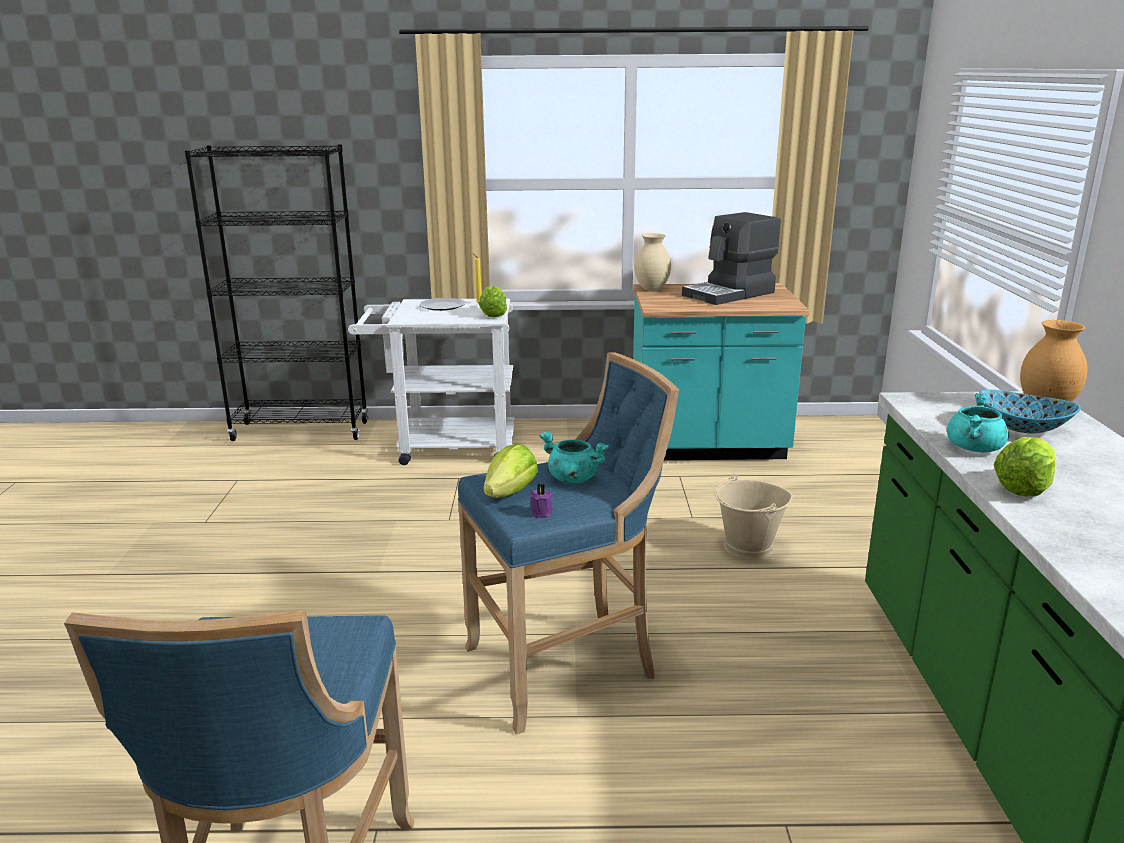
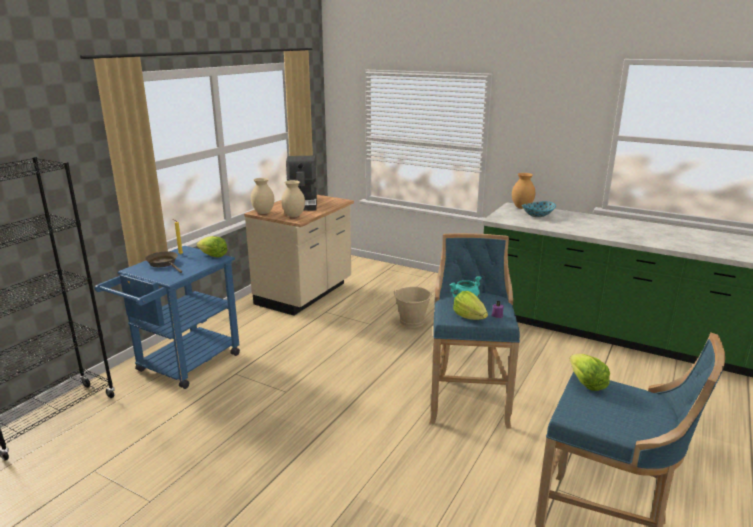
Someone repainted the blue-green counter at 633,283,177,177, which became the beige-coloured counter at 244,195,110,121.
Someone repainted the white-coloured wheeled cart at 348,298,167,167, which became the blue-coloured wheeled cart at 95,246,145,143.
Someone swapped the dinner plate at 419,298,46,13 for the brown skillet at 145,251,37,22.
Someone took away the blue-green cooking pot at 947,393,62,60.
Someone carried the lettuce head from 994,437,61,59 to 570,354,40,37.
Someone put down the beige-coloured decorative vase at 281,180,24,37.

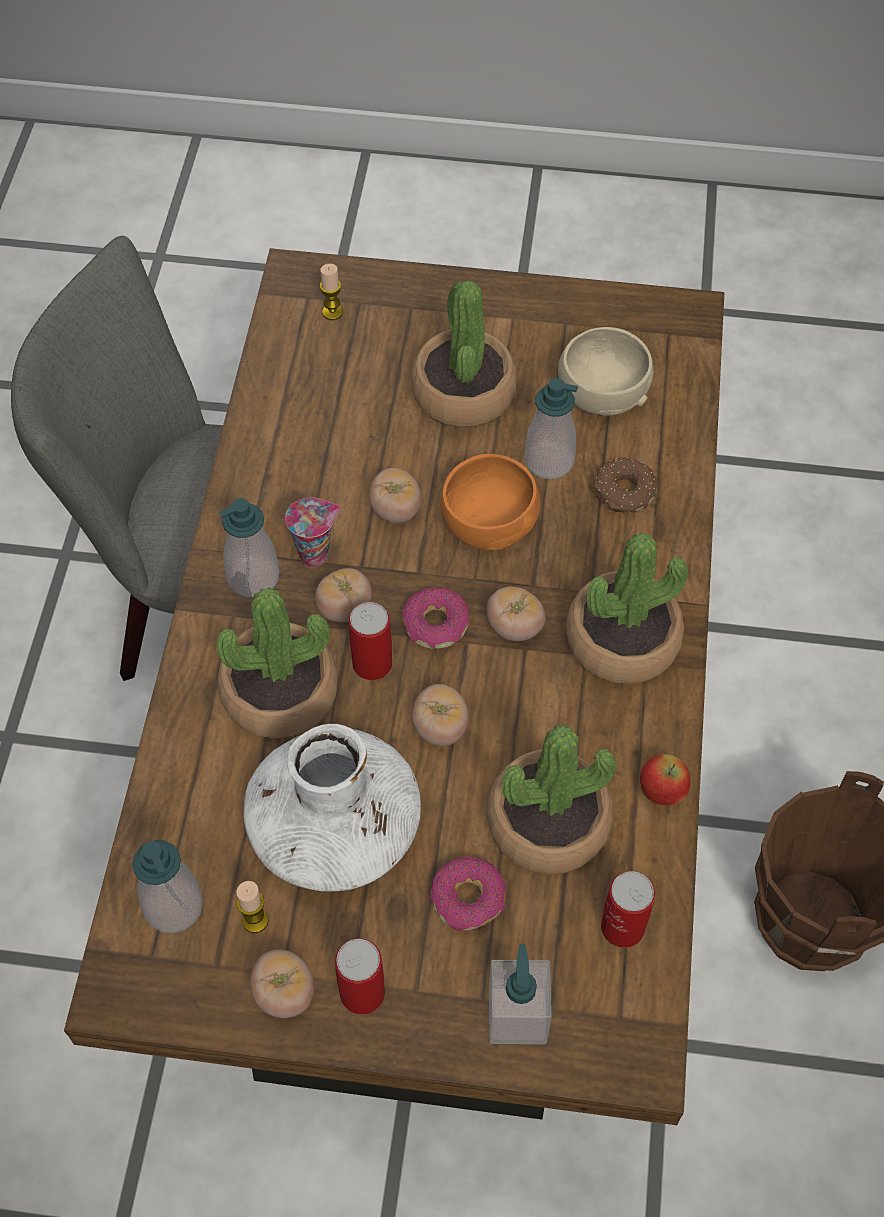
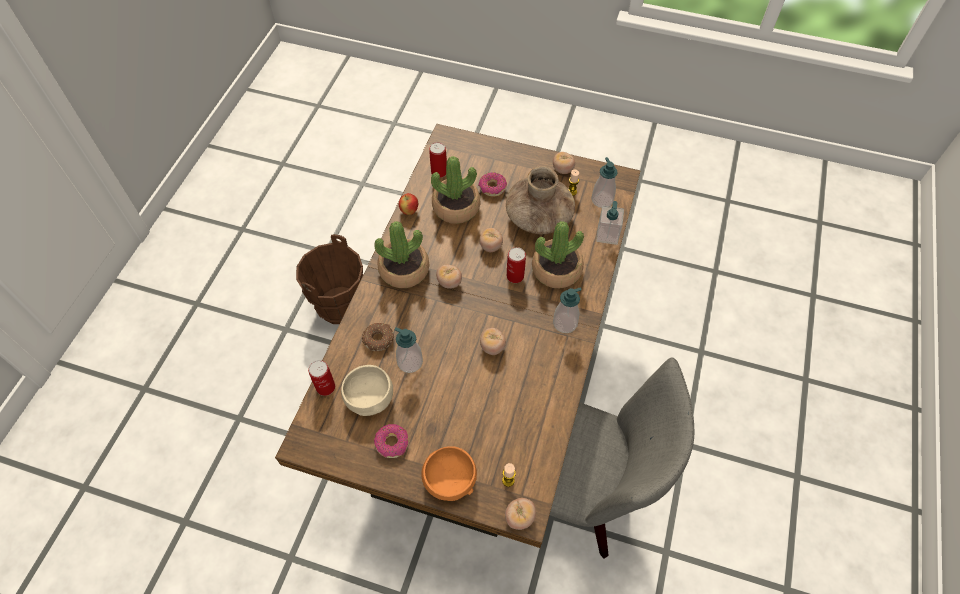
Someone took away the potted plant at 411,281,106,147.
Someone carried the orange-coloured deep dish from 440,454,101,97 to 422,446,55,55.
Someone took away the small cup at 285,497,55,71.
Someone carried the tomato from 315,568,57,54 to 505,498,31,32.
Someone carried the ring doughnut from 402,587,67,62 to 374,424,34,34.
Someone repainted the white-coloured decorative vase at 244,724,177,167, which became the brown decorative vase at 506,166,69,68.
Someone carried the can from 335,939,50,76 to 308,360,27,36.
Someone carried the soap bottle from 489,944,63,100 to 596,201,28,44.

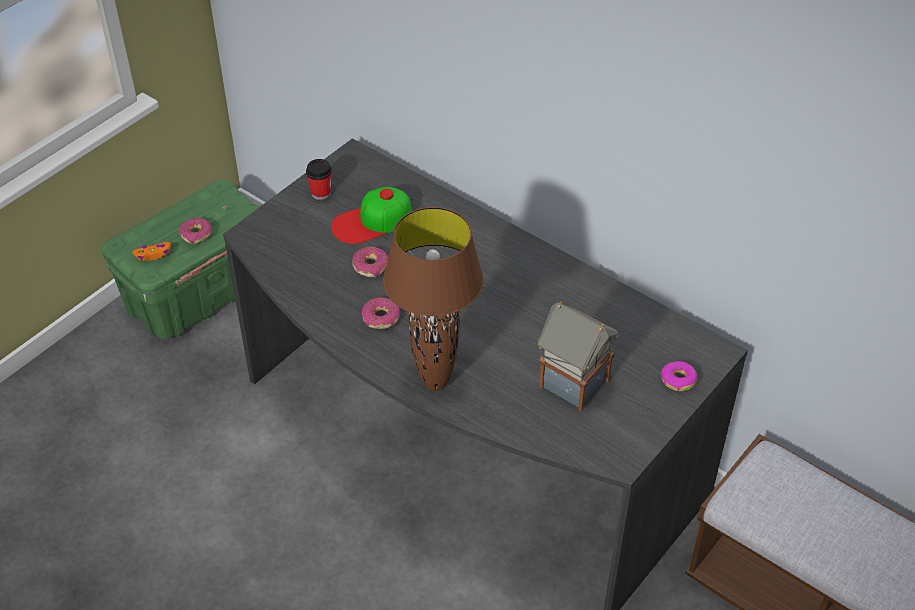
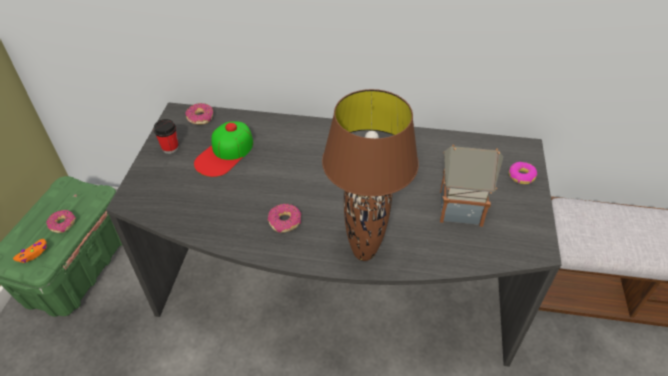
Someone carried the ring doughnut from 352,246,36,31 to 185,103,28,22.

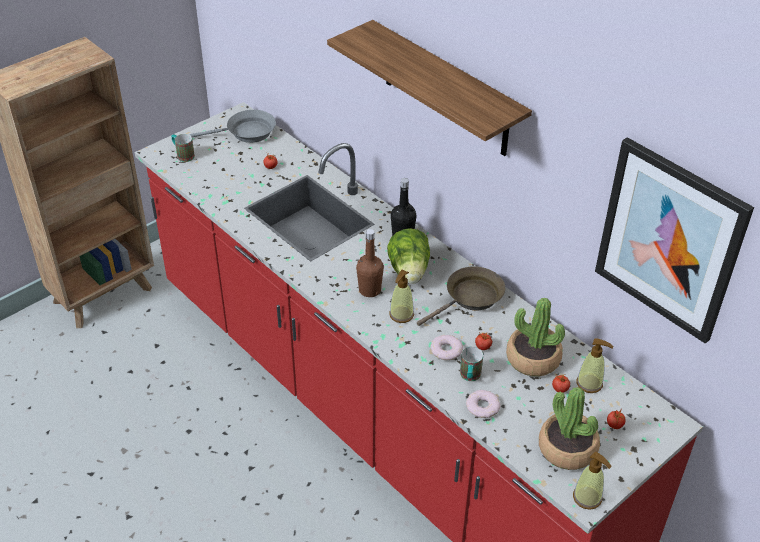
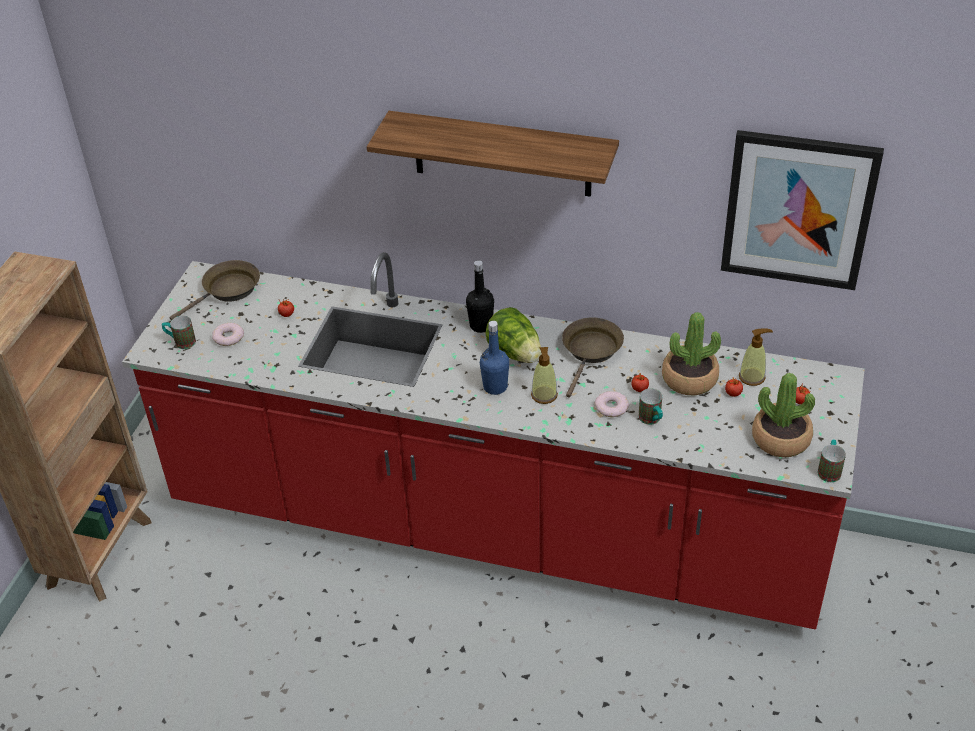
Someone repainted the gray skillet at 190,110,86,33, which became the brown skillet at 169,260,91,60.
Someone repainted the brown bottle at 356,229,28,68, which became the blue-coloured bottle at 480,321,29,74.
Someone carried the ring doughnut from 466,390,34,28 to 212,323,32,23.
Someone swapped the soap bottle at 573,451,39,59 for the tea mug at 818,439,28,43.

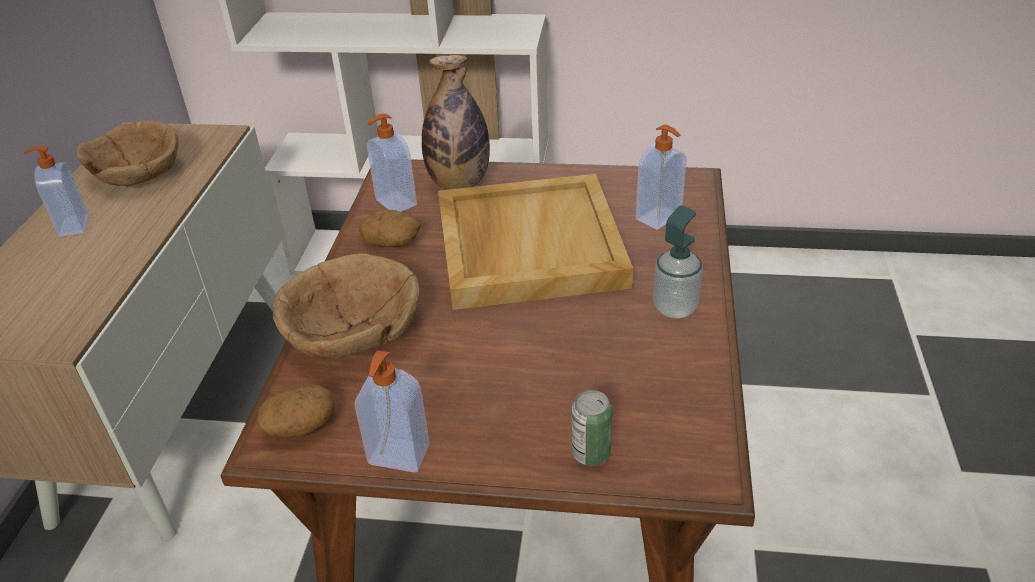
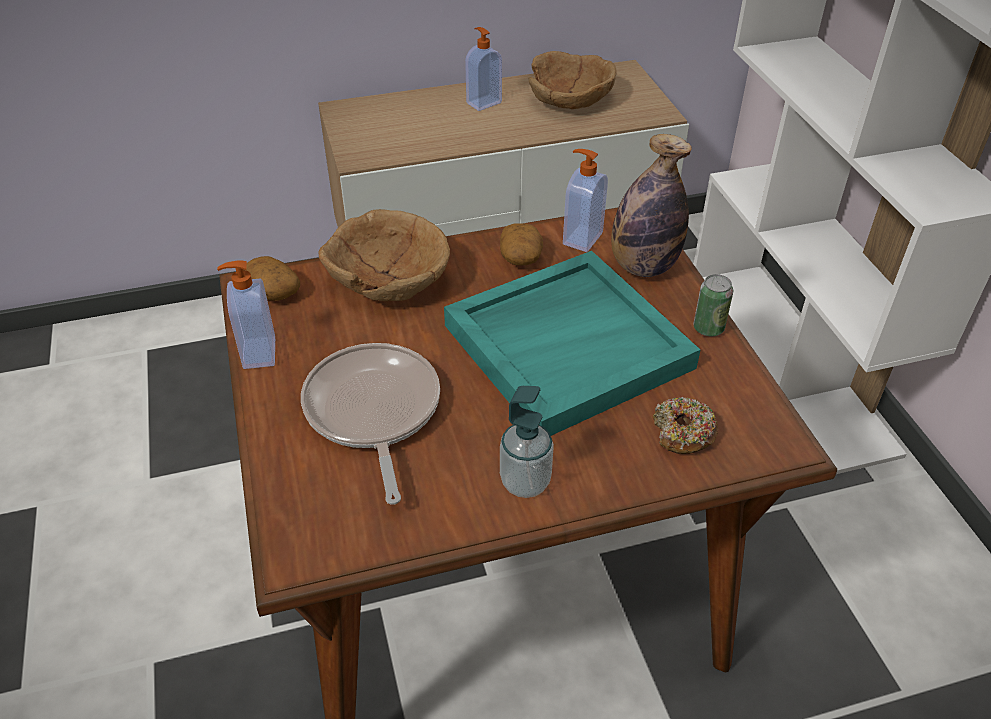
Someone swapped the soap bottle at 636,125,51,105 for the ring doughnut at 653,397,65,57.
Someone repainted the beige-coloured tray at 438,174,195,136, which became the blue-green tray at 444,251,256,185.
Someone carried the can from 571,390,41,76 to 693,274,40,63.
Someone put down the skillet at 301,343,139,162.

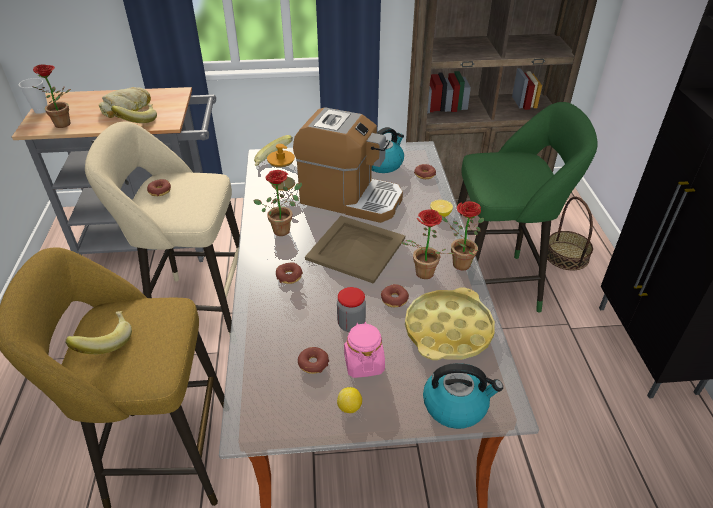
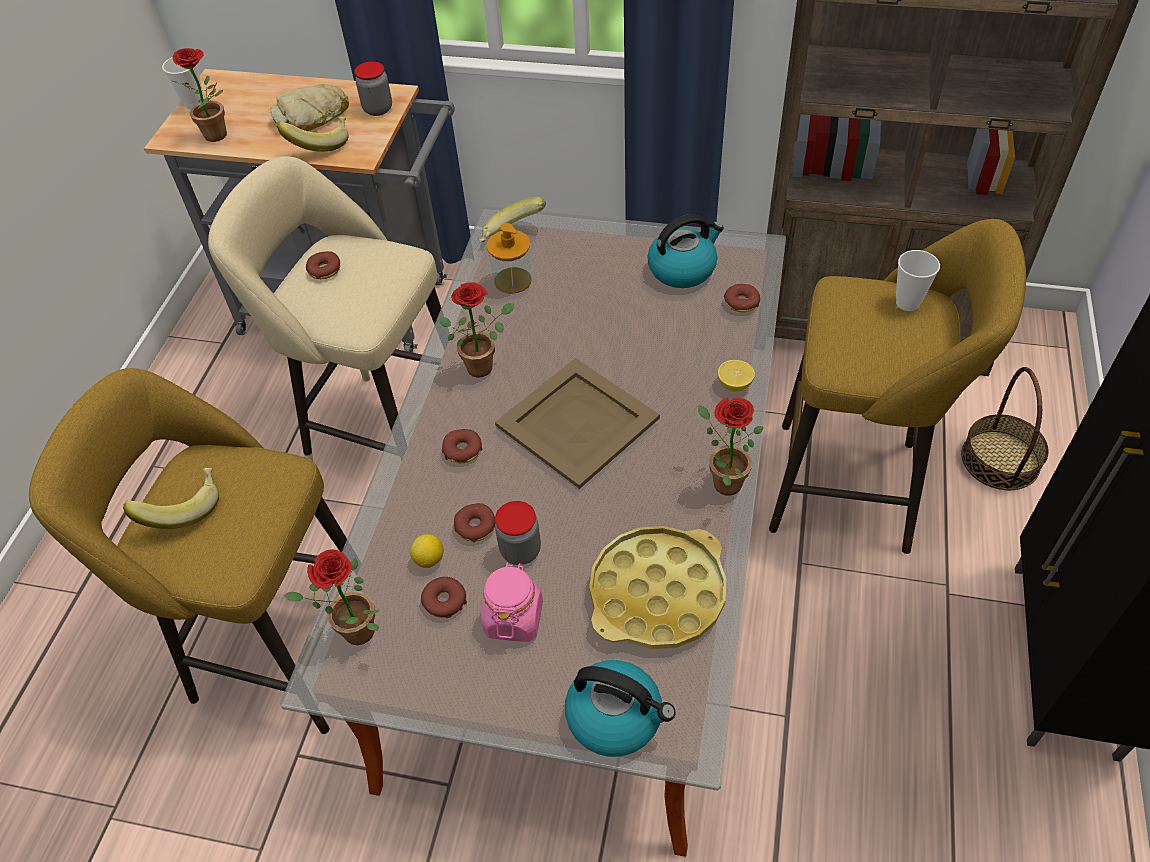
Someone repainted the green stool seat at 457,102,141,211, which became the yellowish stool seat at 769,219,257,335.
Someone took away the coffee maker at 293,107,110,116.
Someone carried the potted plant from 400,209,54,70 to 284,549,95,96.
Someone carried the ring doughnut from 381,284,28,23 to 454,503,41,39.
Someone carried the lemon from 337,387,25,26 to 410,534,34,34.
Someone put down the jar at 354,62,38,54.
Someone put down the small cup at 896,250,44,61.

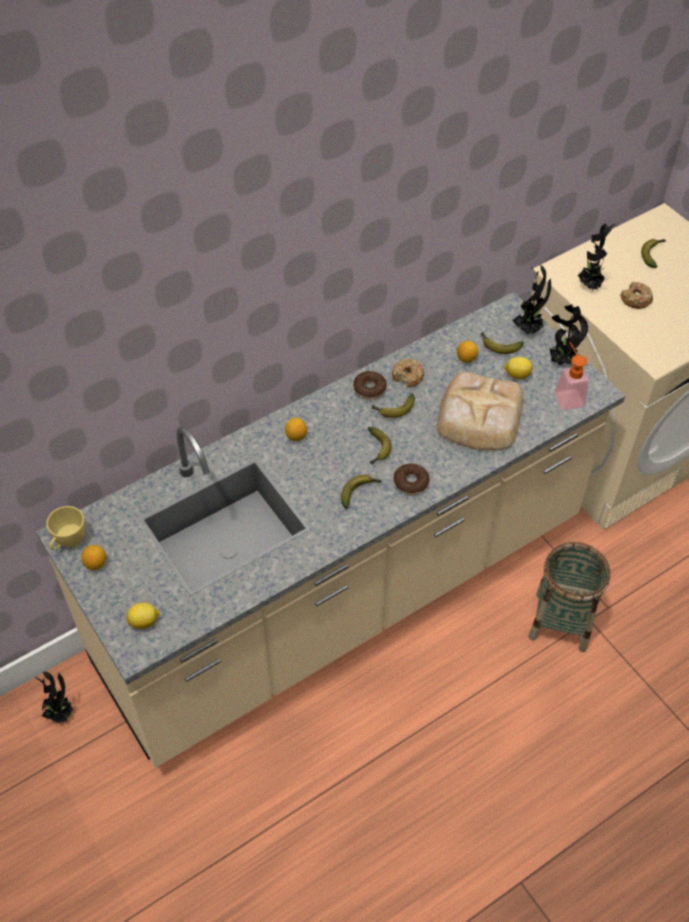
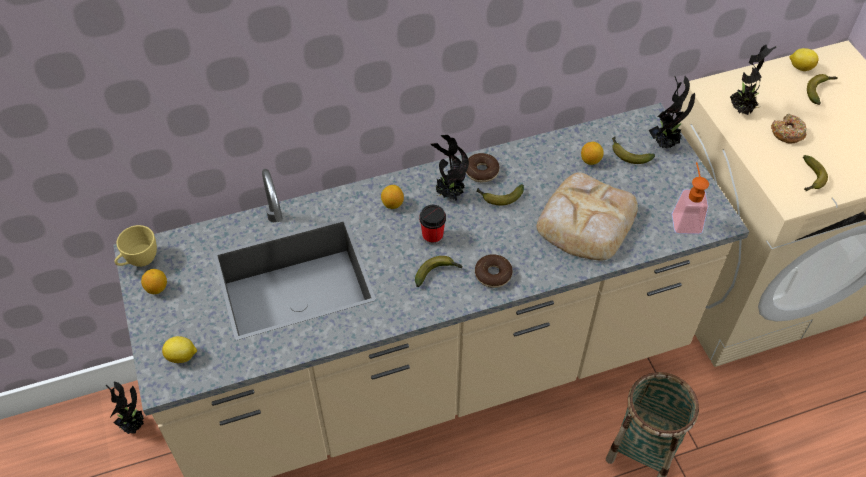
Someone carried the potted plant from 550,304,38,61 to 431,135,38,65.
Someone carried the lemon from 504,357,28,23 to 789,48,29,23.
Someone took away the ring doughnut at 392,358,33,29.
Someone carried the banana from 368,427,24,37 to 803,155,25,37.
Someone put down the small cup at 419,205,27,40.

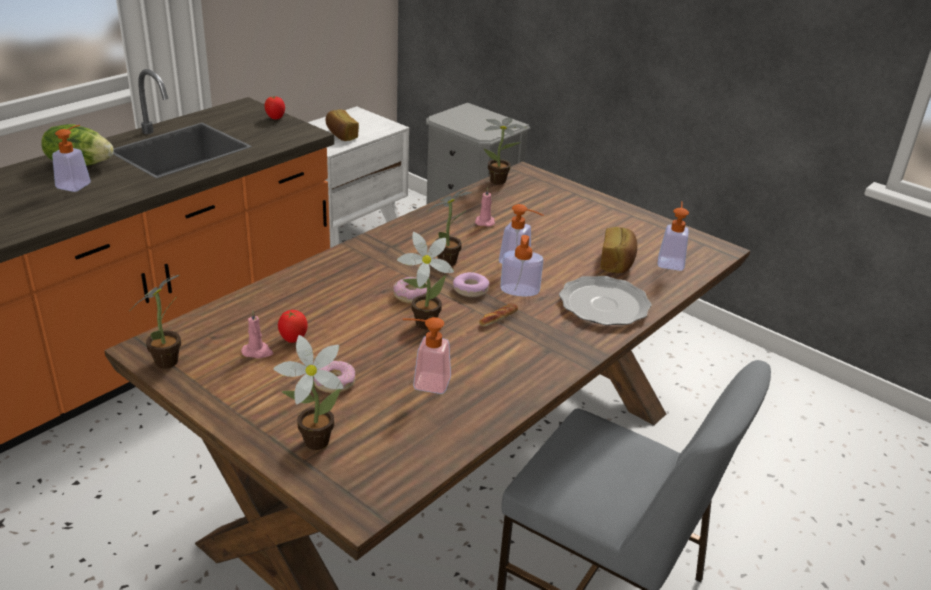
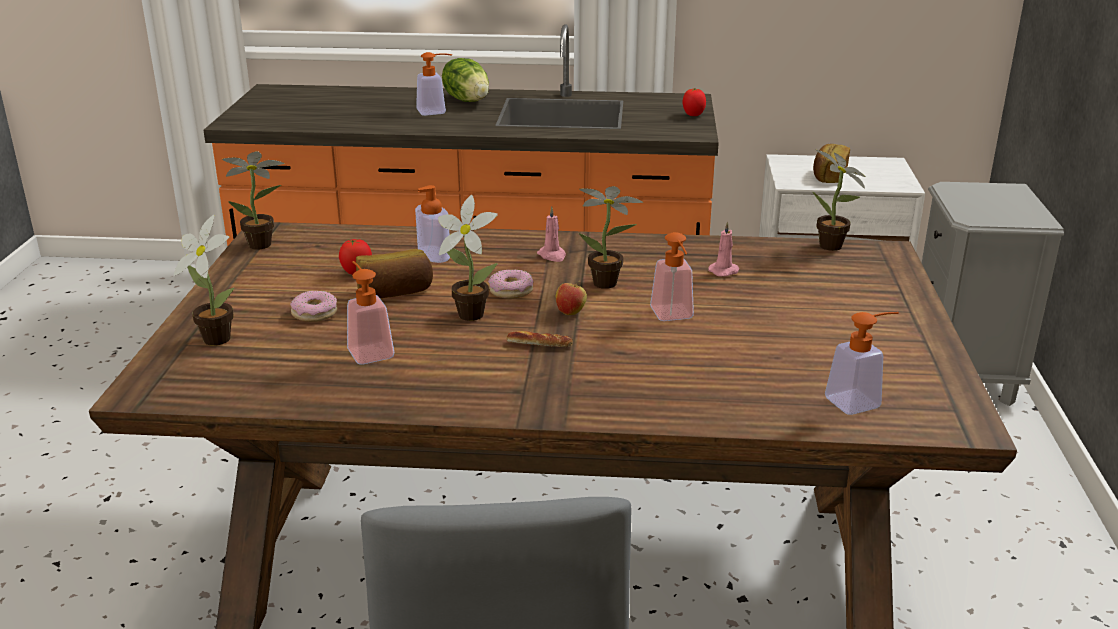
Someone carried the bread from 600,227,37,46 to 356,249,77,49.
Someone carried the soap bottle from 500,235,43,62 to 415,185,35,78.
Someone swapped the ring doughnut at 453,272,36,25 for the apple fruit at 556,281,31,34.
Someone took away the dinner plate at 559,276,93,49.
Someone carried the pink-coloured wax light from 241,310,32,48 to 537,206,29,56.

